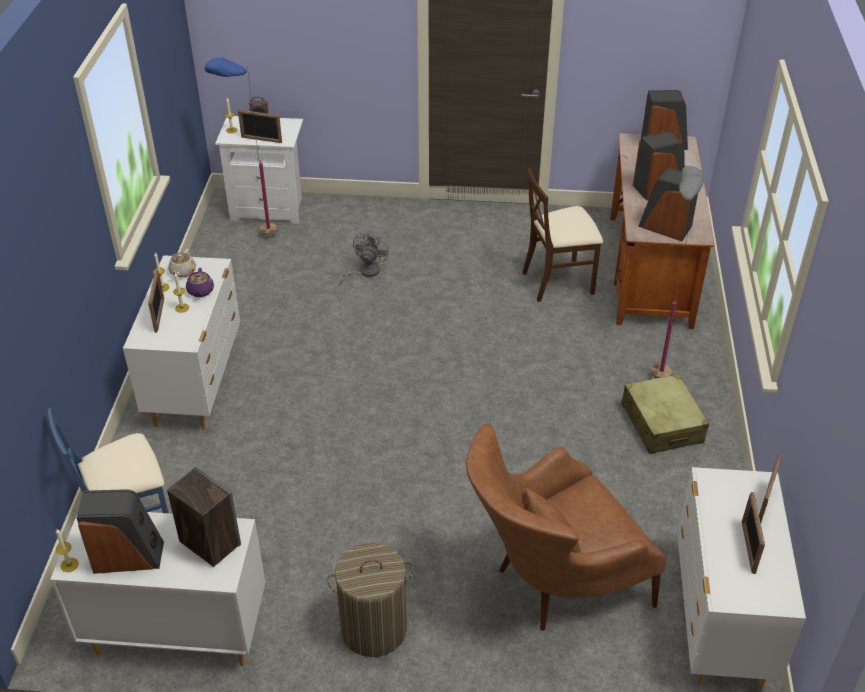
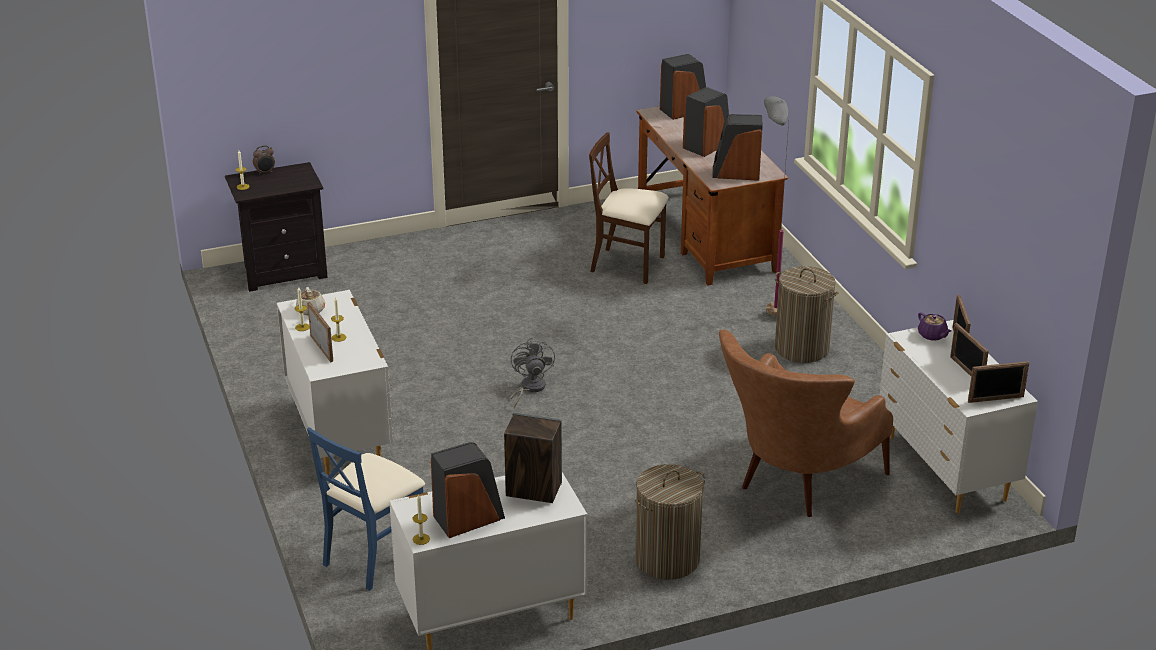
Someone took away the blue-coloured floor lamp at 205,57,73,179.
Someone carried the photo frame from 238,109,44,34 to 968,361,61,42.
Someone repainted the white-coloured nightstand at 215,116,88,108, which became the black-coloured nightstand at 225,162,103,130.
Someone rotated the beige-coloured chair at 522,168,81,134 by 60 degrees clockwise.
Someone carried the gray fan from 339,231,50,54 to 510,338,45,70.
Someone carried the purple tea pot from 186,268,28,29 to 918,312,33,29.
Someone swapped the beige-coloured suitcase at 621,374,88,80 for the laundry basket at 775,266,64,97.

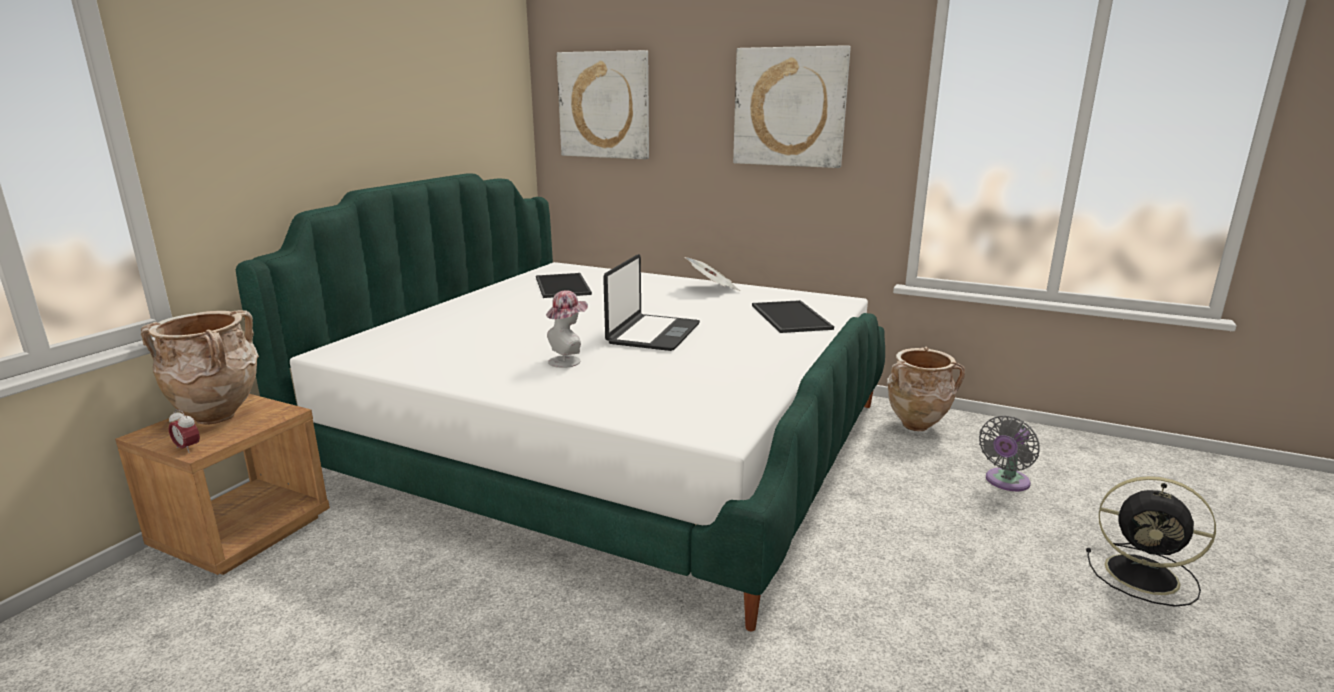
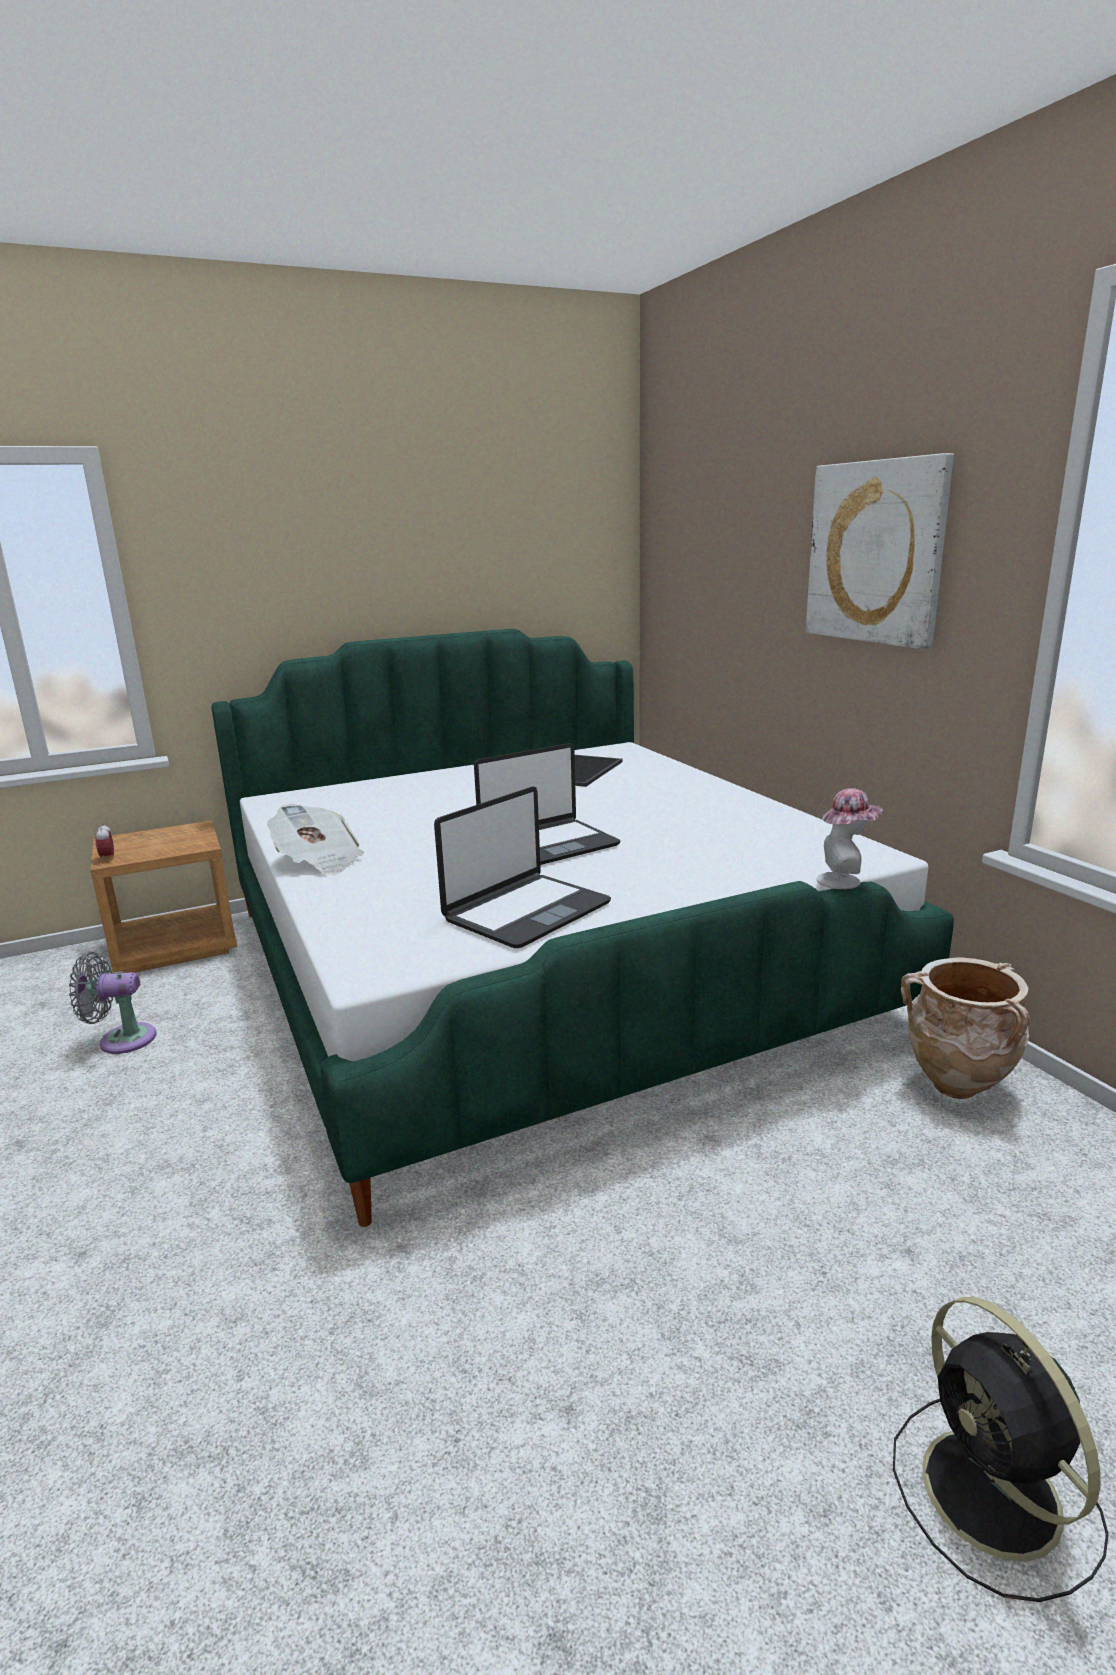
Someone took away the picture at 557,50,92,109.
Someone carried the newspaper from 684,257,56,34 to 267,804,97,71.
Someone carried the clothing hat from 546,290,42,78 to 816,788,67,101.
Someone took away the tray at 752,300,82,33.
Someone took away the beige-coloured decorative vase at 141,310,118,115.
Someone carried the gray fan from 979,416,61,75 to 69,952,88,102.
Someone put down the notebook computer at 434,786,177,162.

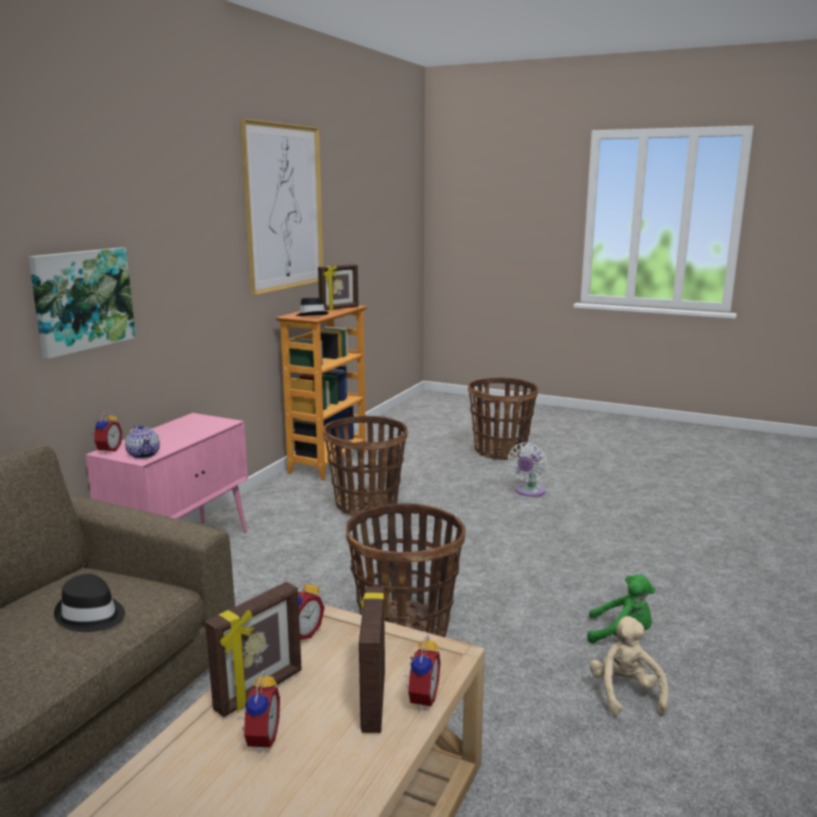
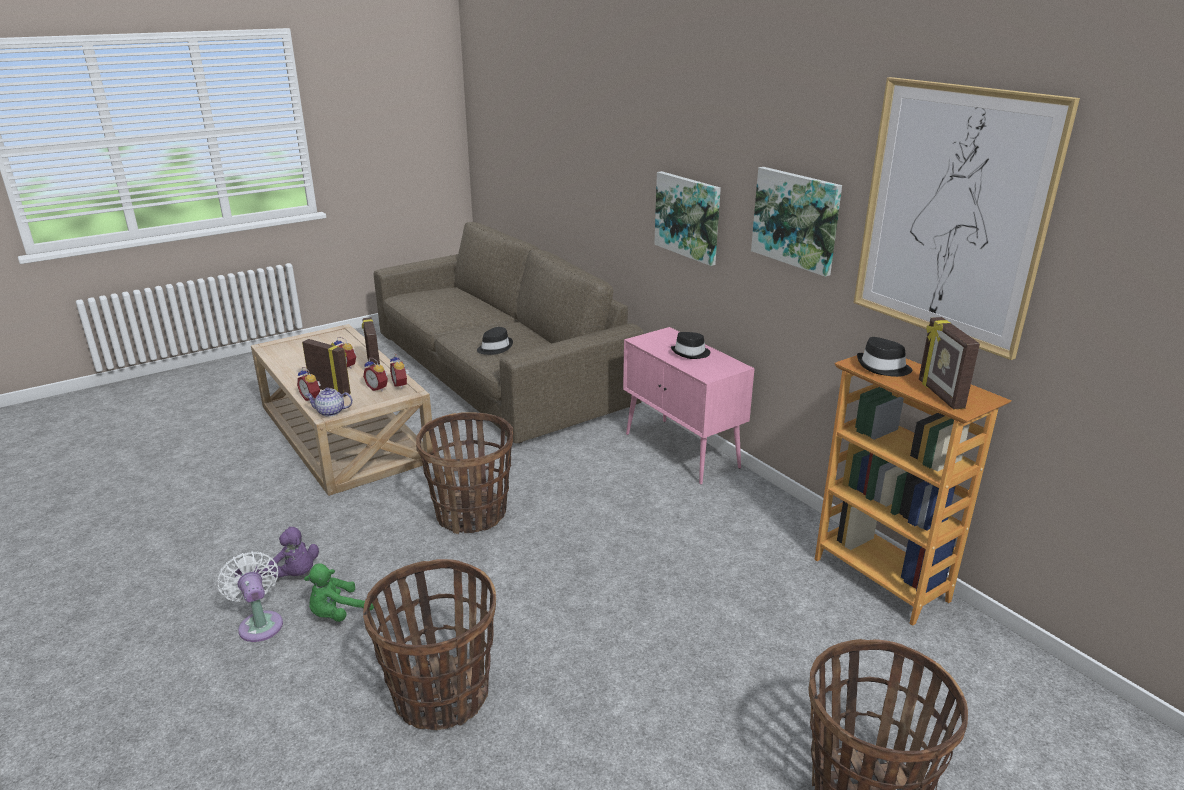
Someone carried the alarm clock from 92,411,30,44 to 363,358,25,33.
Someone carried the basket from 323,416,85,102 to 363,559,133,171.
Someone carried the tea pot from 125,424,35,35 to 305,387,48,30.
Someone carried the white-coloured fan from 508,443,39,54 to 217,551,66,91.
Someone repainted the beige-coloured cuddly toy at 589,616,79,100, which became the purple cuddly toy at 259,527,60,51.
Someone put up the picture at 751,167,91,110.
Someone put down the black-coloured clothing hat at 671,332,39,27.

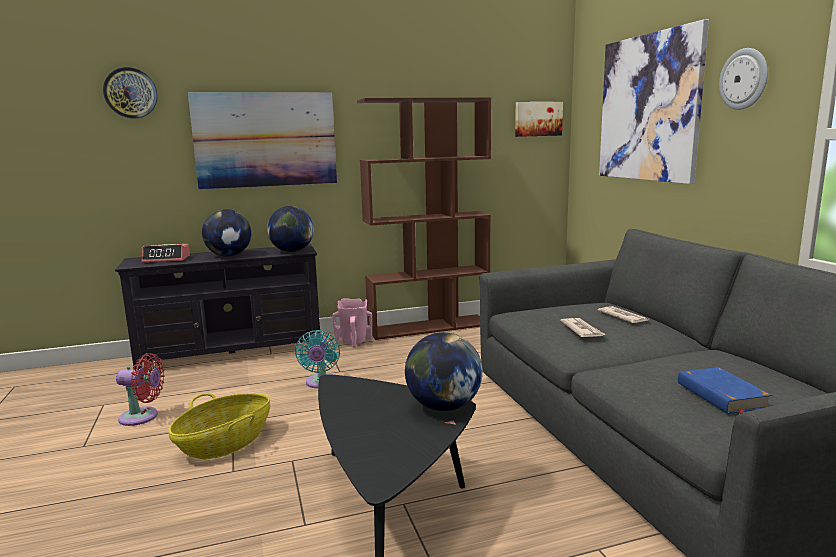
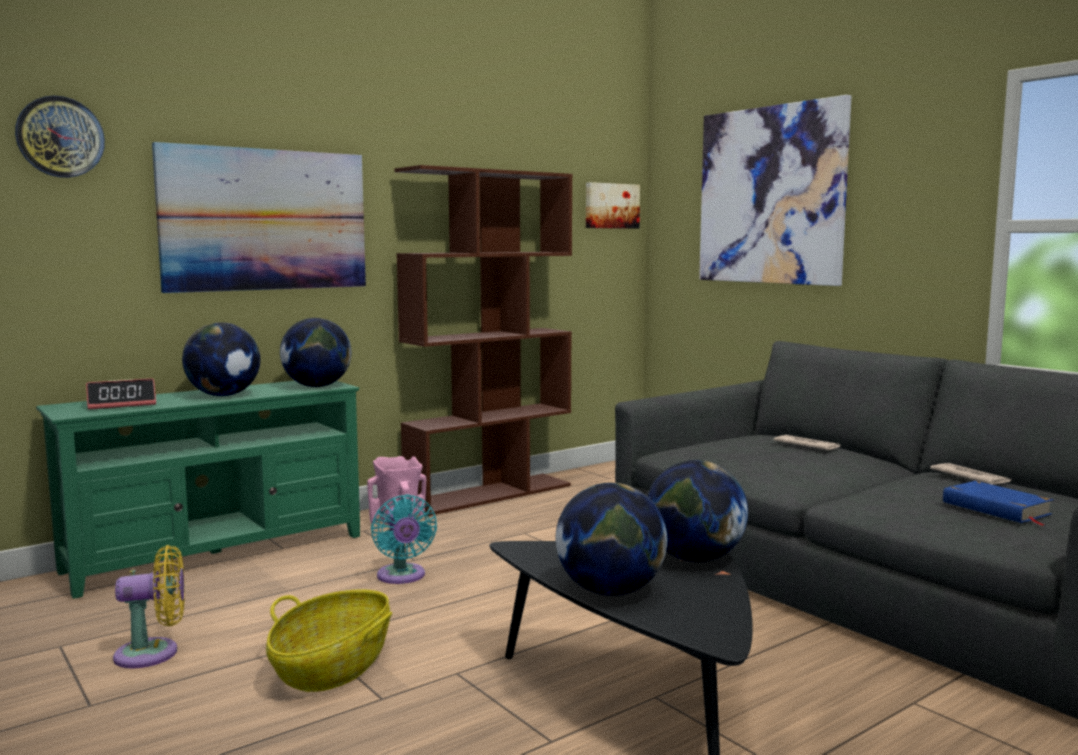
Someone took away the clock on the wall at 719,48,49,62.
Someone repainted the black-coloured media console at 115,244,205,125, which became the green media console at 36,381,324,218.
Someone carried the newspaper from 560,318,46,19 to 930,463,81,22.
Someone repainted the red-coloured fan at 116,353,49,73, which became the yellowish fan at 113,545,72,123.
Someone put down the world globe at 556,483,111,113.

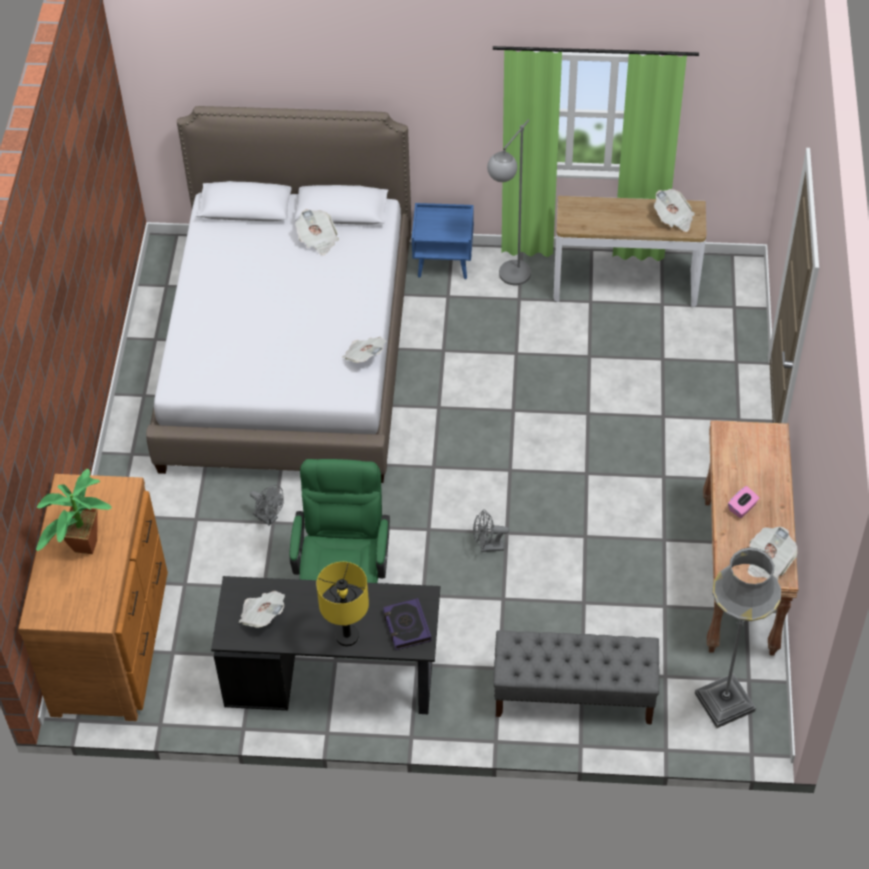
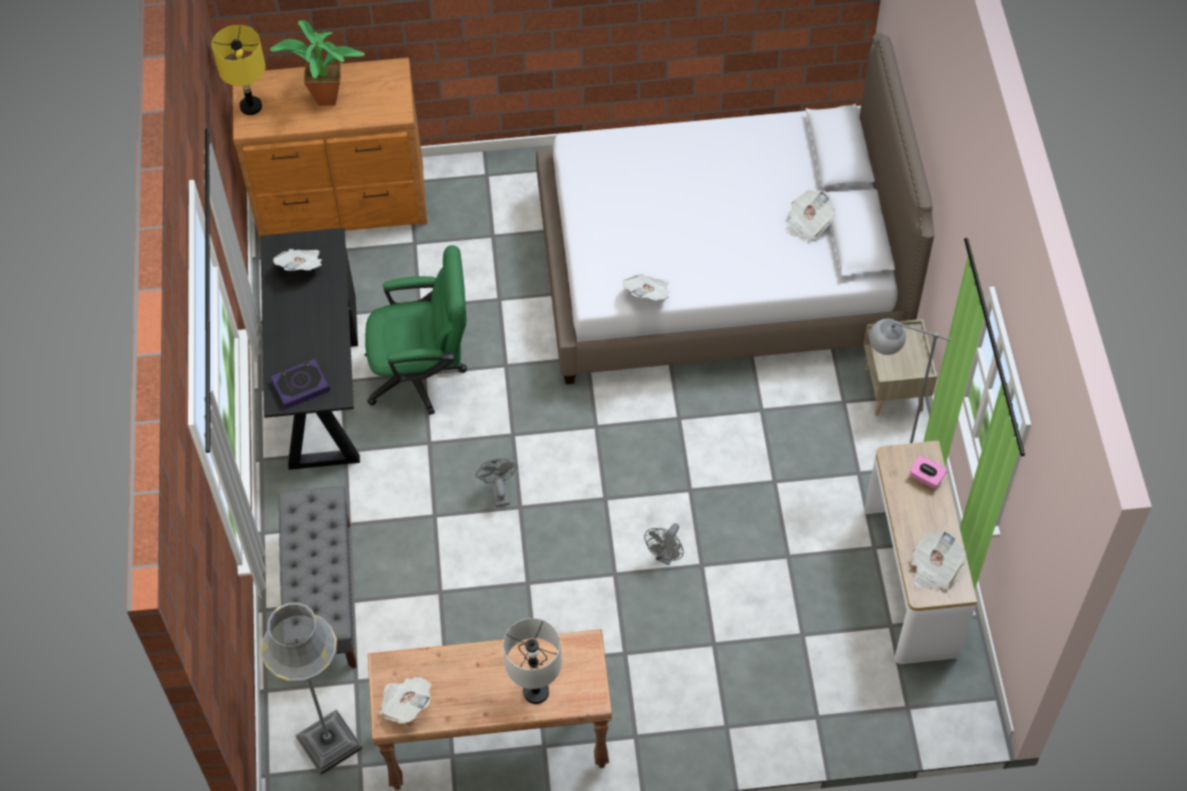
Someone repainted the blue-coloured nightstand at 412,203,62,76, which became the beige-coloured nightstand at 864,319,73,97.
Someone carried the gray fan from 250,485,34,41 to 644,523,40,42.
Someone carried the pink-coloured tissue holder from 728,486,32,32 to 910,455,37,34.
Someone carried the yellowish table lamp from 316,562,53,85 to 212,25,54,90.
Someone put down the gray table lamp at 503,618,59,86.

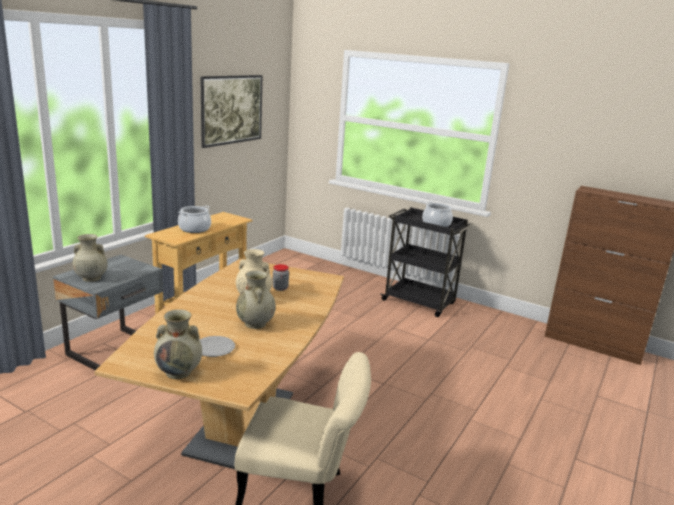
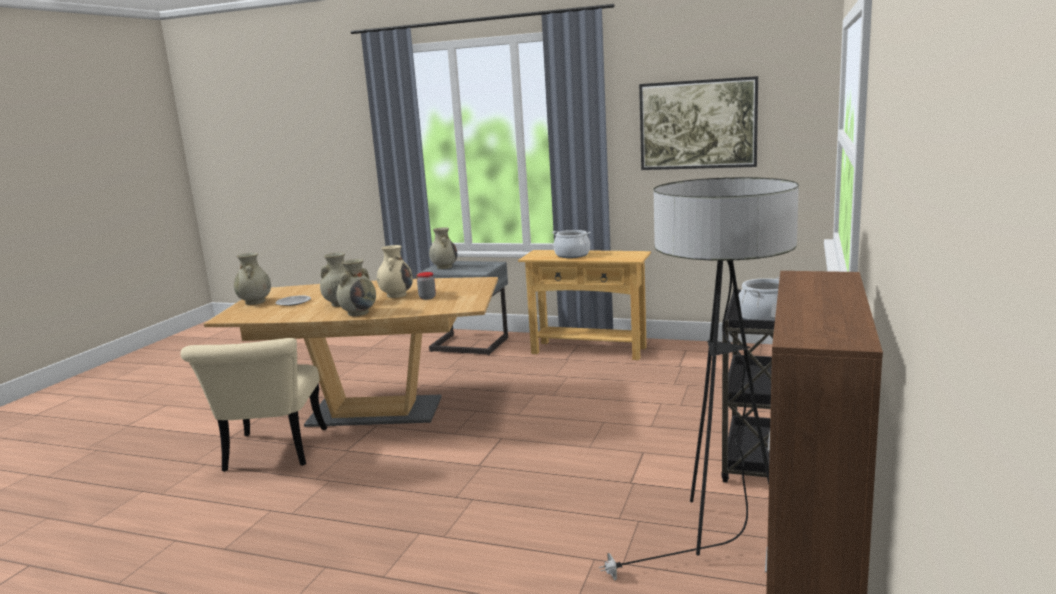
Someone put down the floor lamp at 599,177,200,403.
Someone put down the beige-coloured decorative vase at 336,259,40,57.

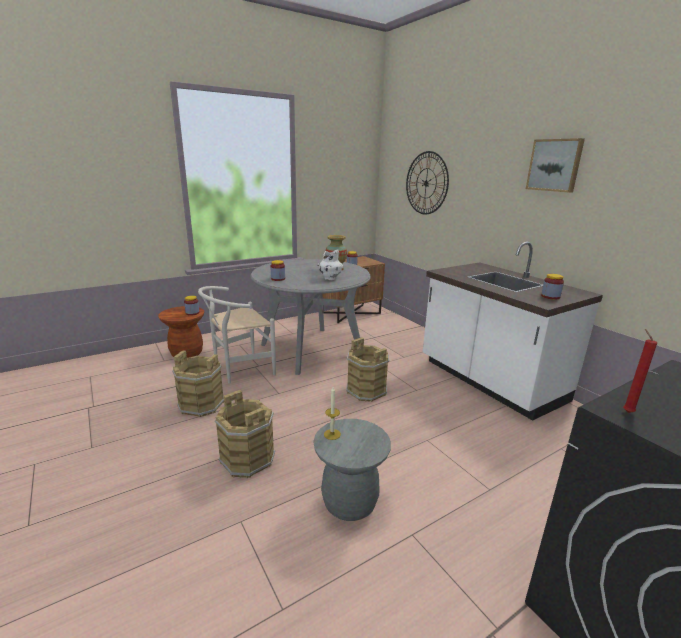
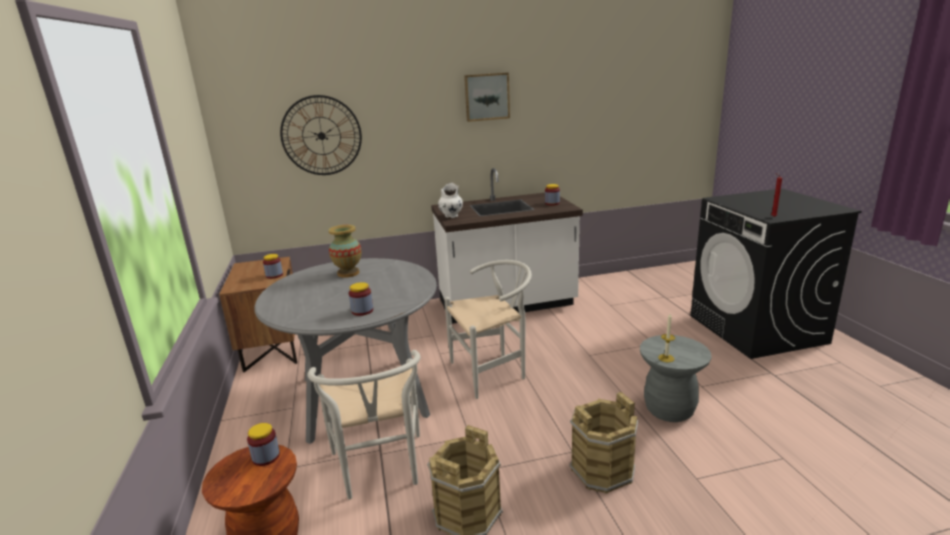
Someone carried the white-coloured decorative vase from 317,250,26,30 to 438,183,25,35.
Someone swapped the brown water bucket at 346,337,43,65 for the white-coloured chair at 444,260,88,139.

